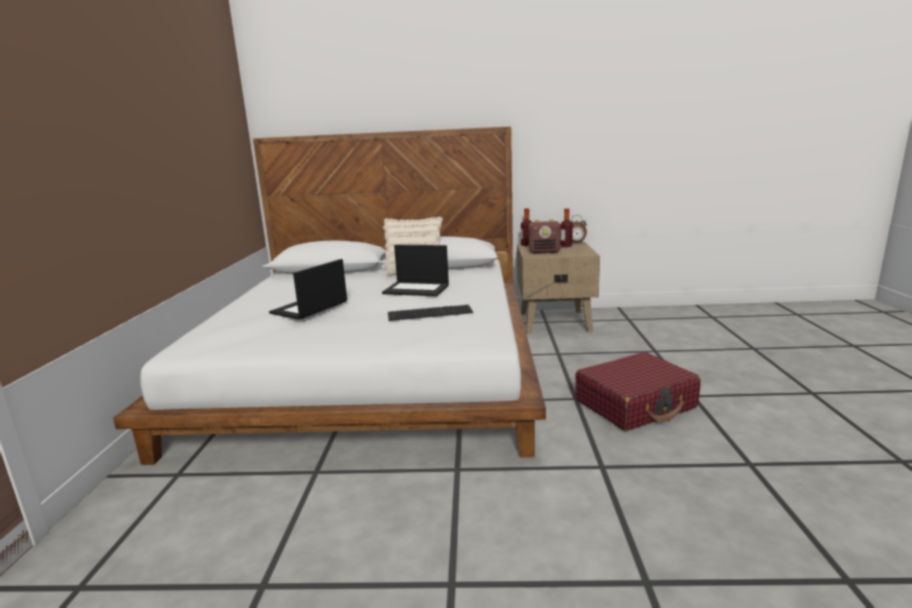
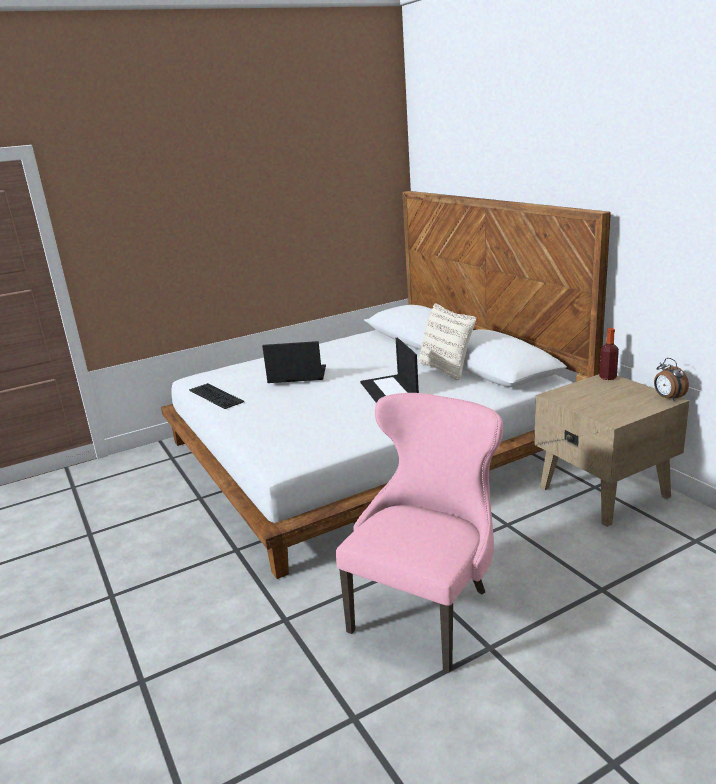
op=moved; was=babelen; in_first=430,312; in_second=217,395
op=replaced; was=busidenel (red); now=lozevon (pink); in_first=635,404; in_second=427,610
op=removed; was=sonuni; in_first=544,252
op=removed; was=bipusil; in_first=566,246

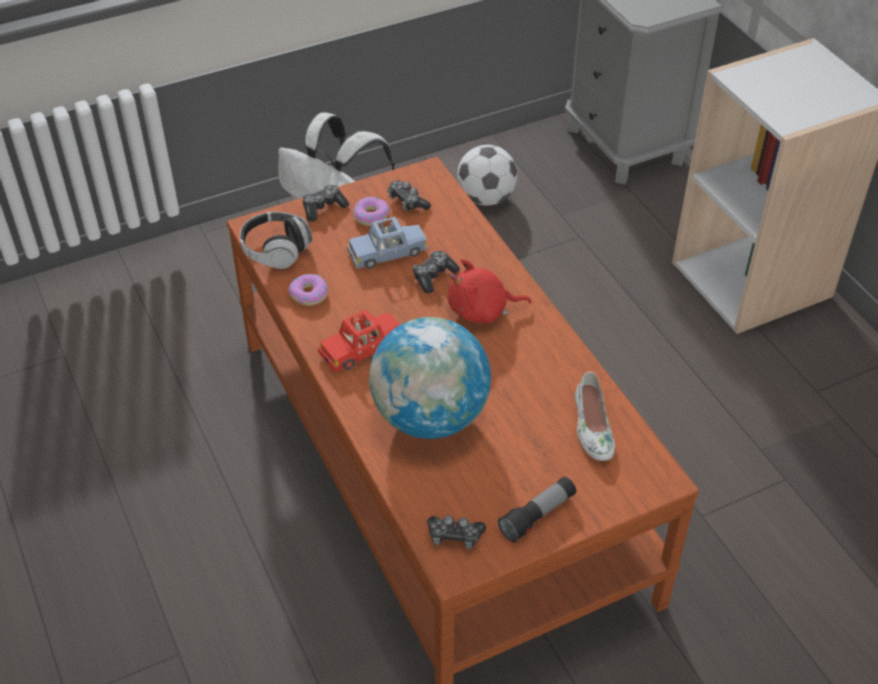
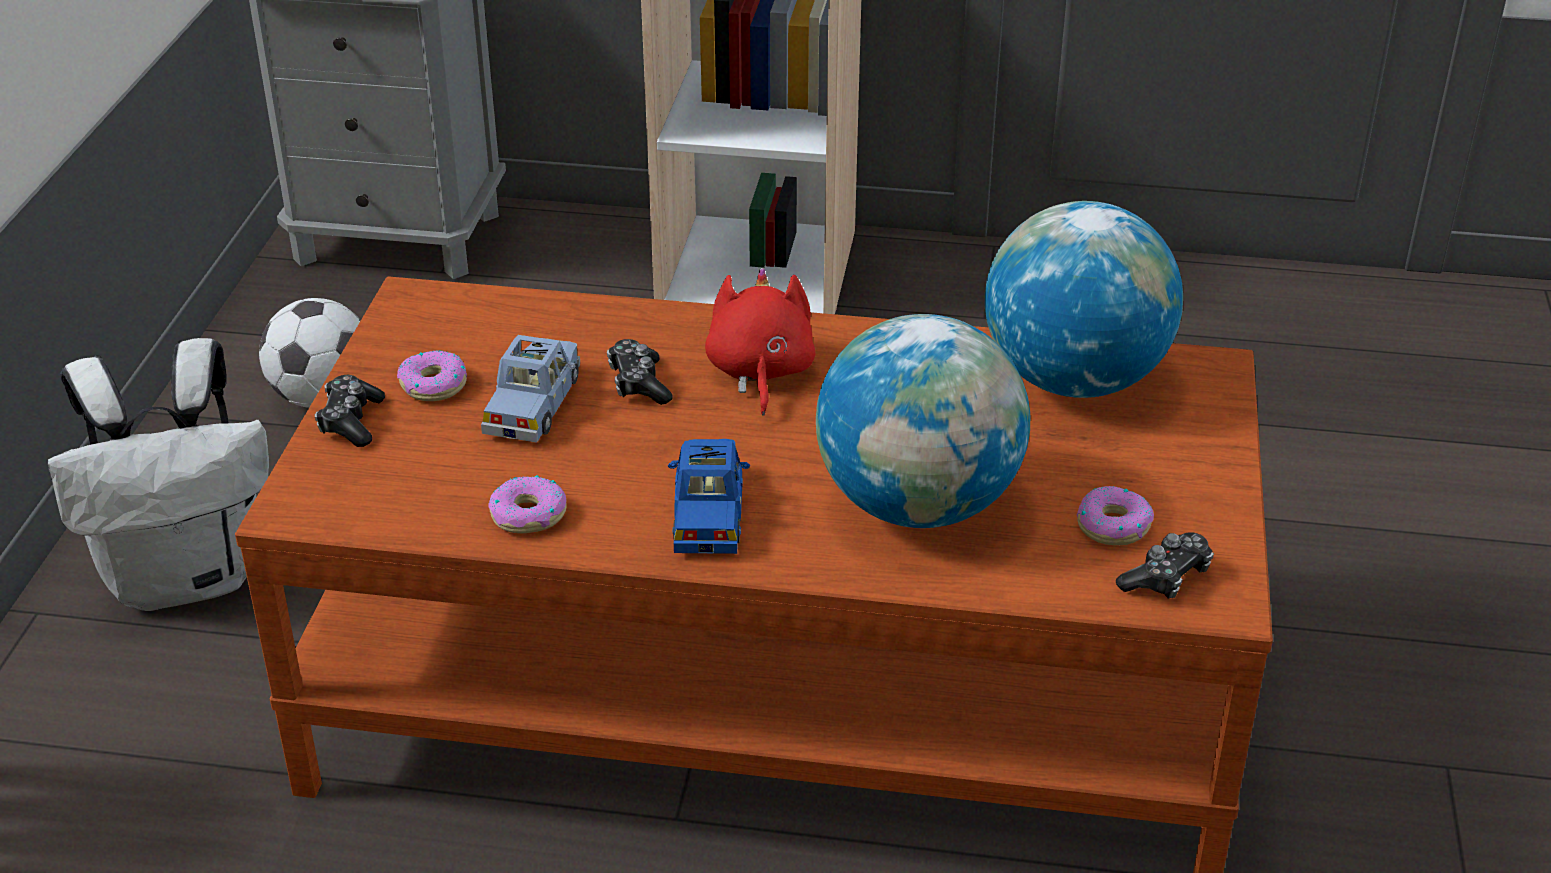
op=recoloured; was=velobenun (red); now=velobenun (blue); in_first=362,348; in_second=709,510
op=turned; was=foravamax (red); in_first=482,311; in_second=759,372; clockwise=150
op=replaced; was=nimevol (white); now=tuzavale; in_first=592,427; in_second=1074,379
op=added; now=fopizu; in_second=1112,525
op=removed; was=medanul; in_first=276,250
op=removed; was=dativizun; in_first=407,202
op=removed; was=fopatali; in_first=537,515

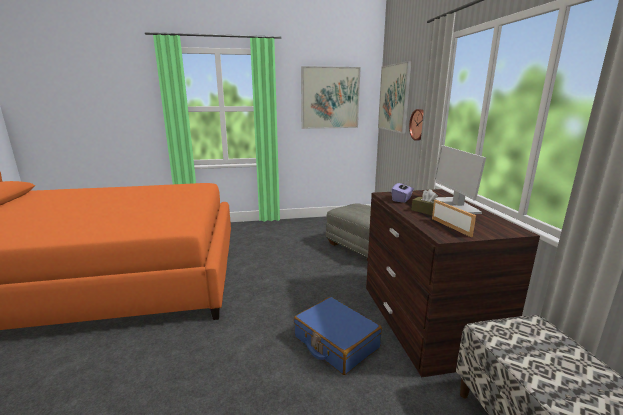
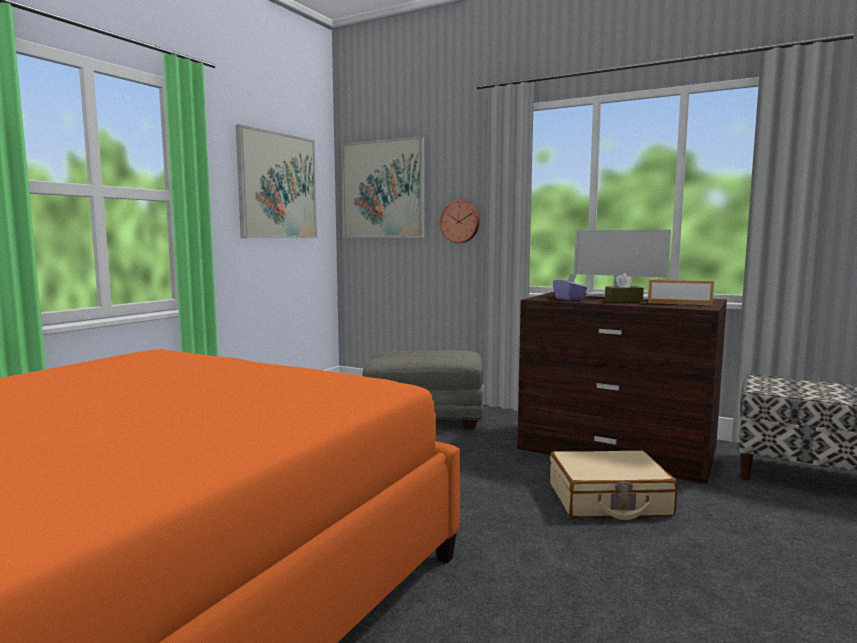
op=recoloured; was=busidenel (blue); now=busidenel (beige); in_first=335,342; in_second=608,500

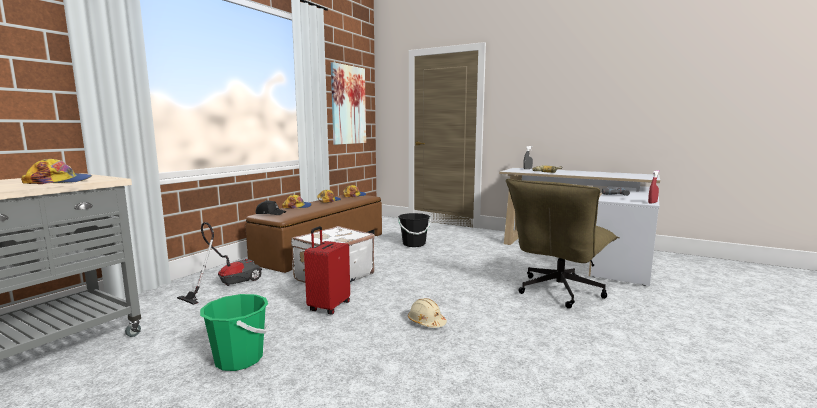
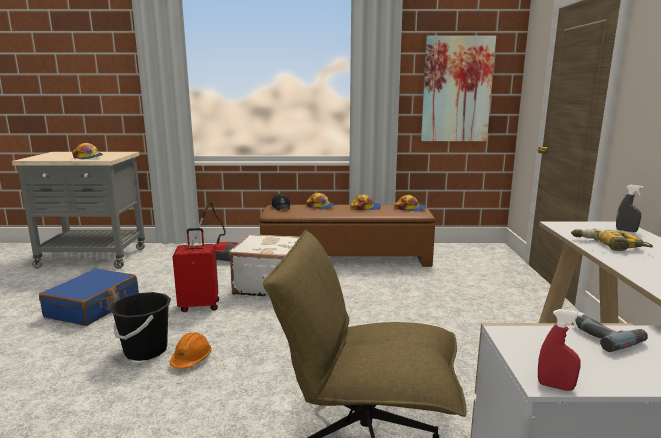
op=replaced; was=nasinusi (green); now=busidenel (blue); in_first=239,359; in_second=93,307
op=moved; was=nasinusi (black); in_first=414,244; in_second=146,350
op=recoloured; was=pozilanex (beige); now=pozilanex (orange); in_first=426,322; in_second=191,359

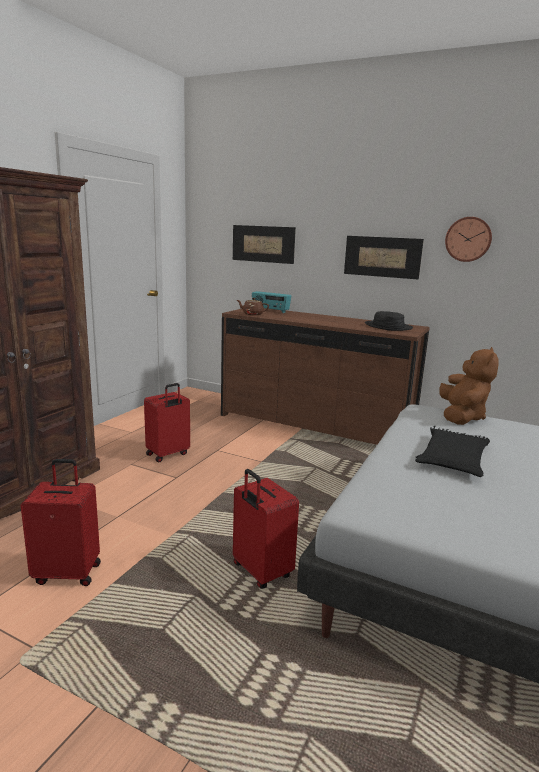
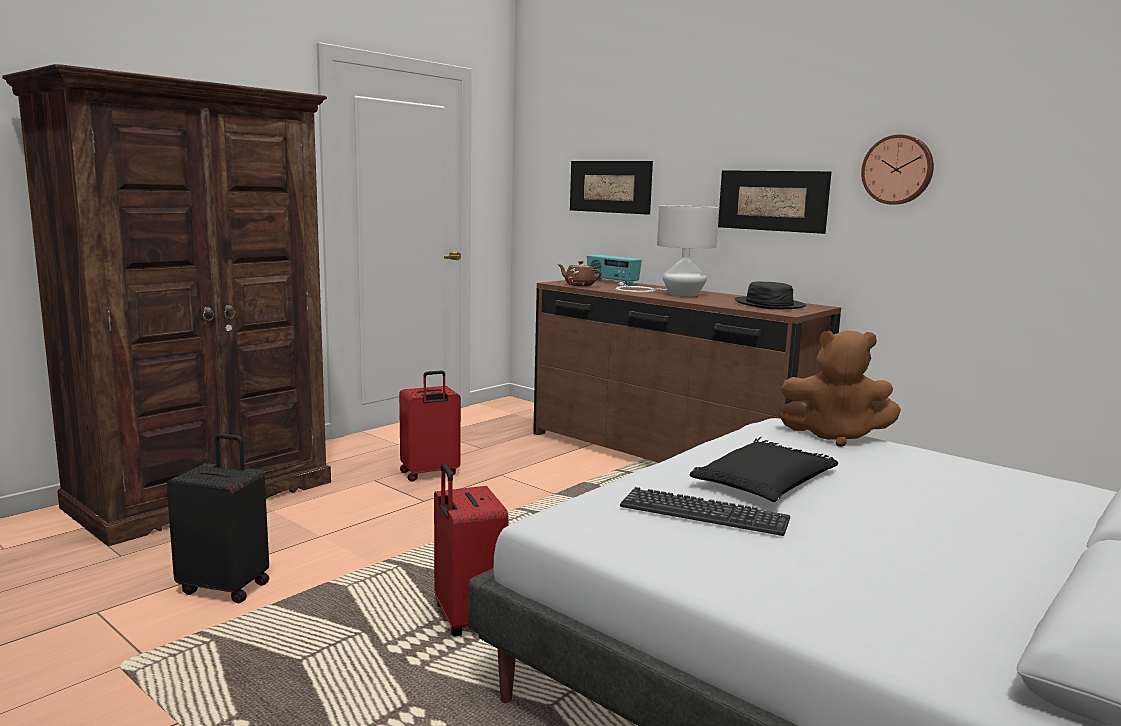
op=recoloured; was=busidenel (red); now=busidenel (black); in_first=68,573; in_second=226,587
op=added; now=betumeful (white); in_second=664,292
op=added; now=babelen; in_second=703,513
op=turned; was=foravamax (brown); in_first=461,417; in_second=835,436; clockwise=75

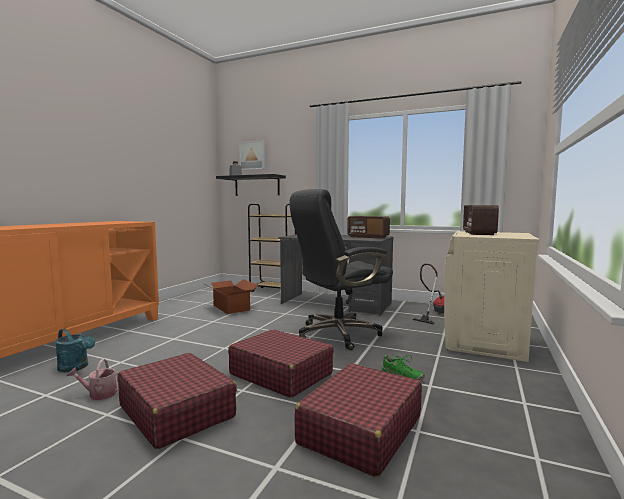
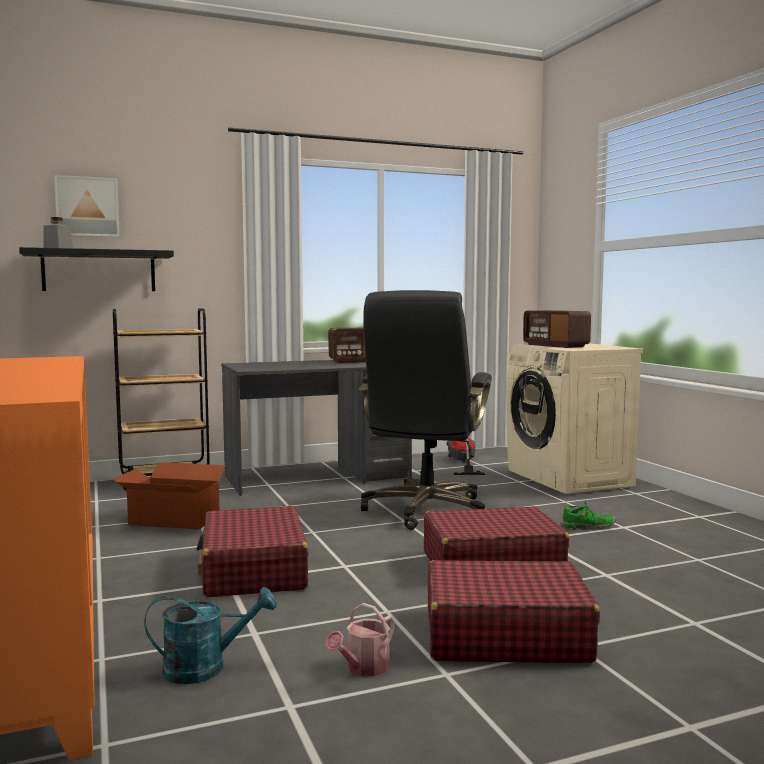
op=moved; was=busidenel (red); in_first=360,430; in_second=253,570

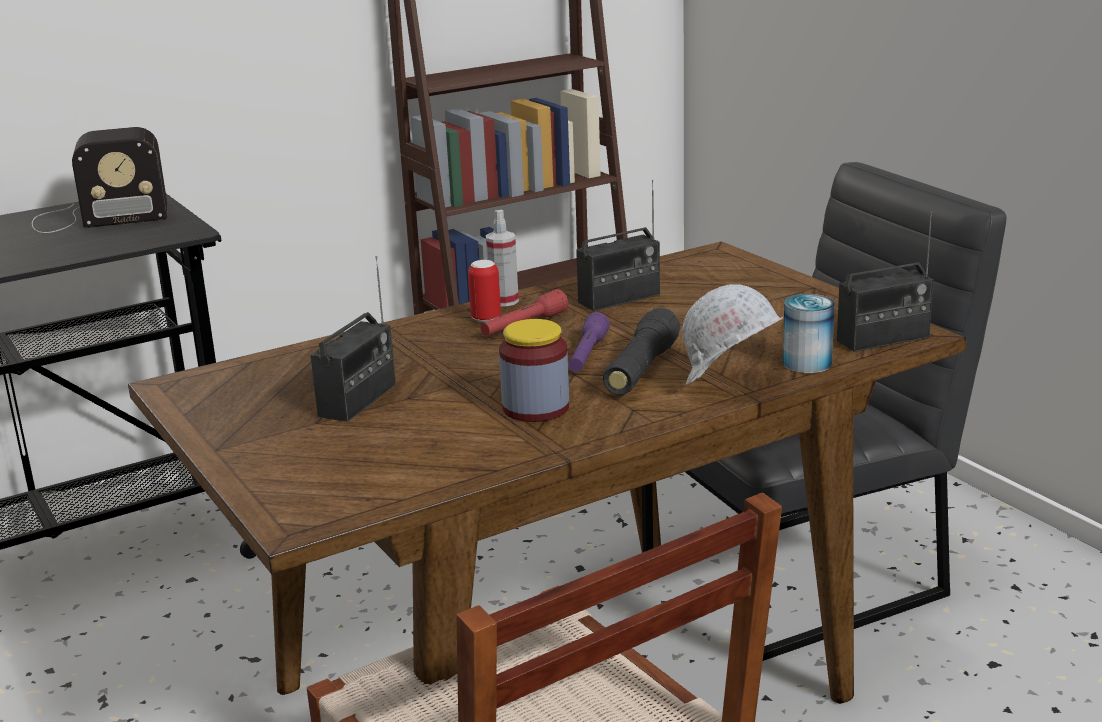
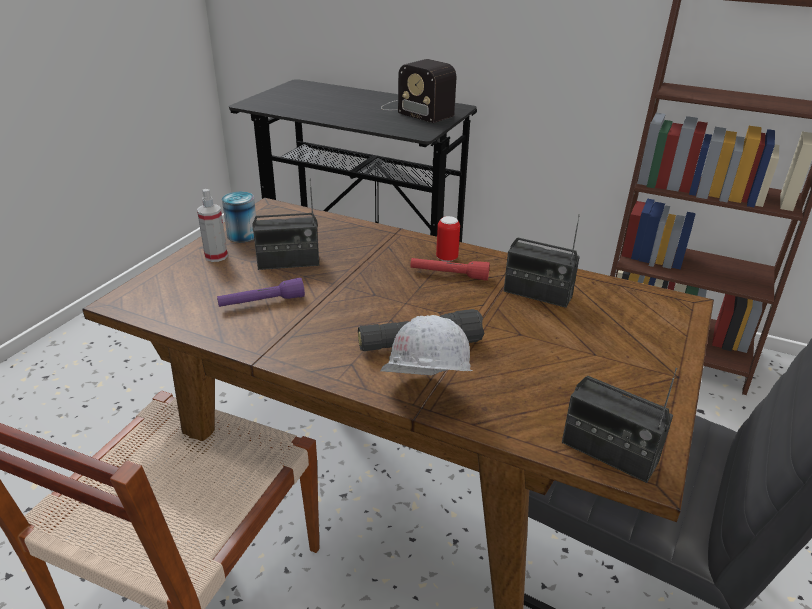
op=moved; was=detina; in_first=504,301; in_second=216,256
op=moved; was=fopatali (purple); in_first=587,356; in_second=262,302
op=moved; was=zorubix; in_first=807,363; in_second=242,235
op=removed; was=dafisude; in_first=535,408

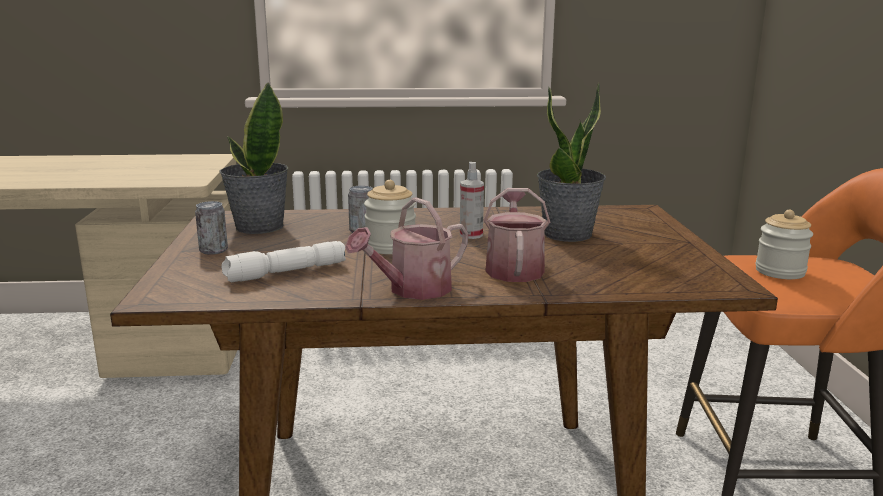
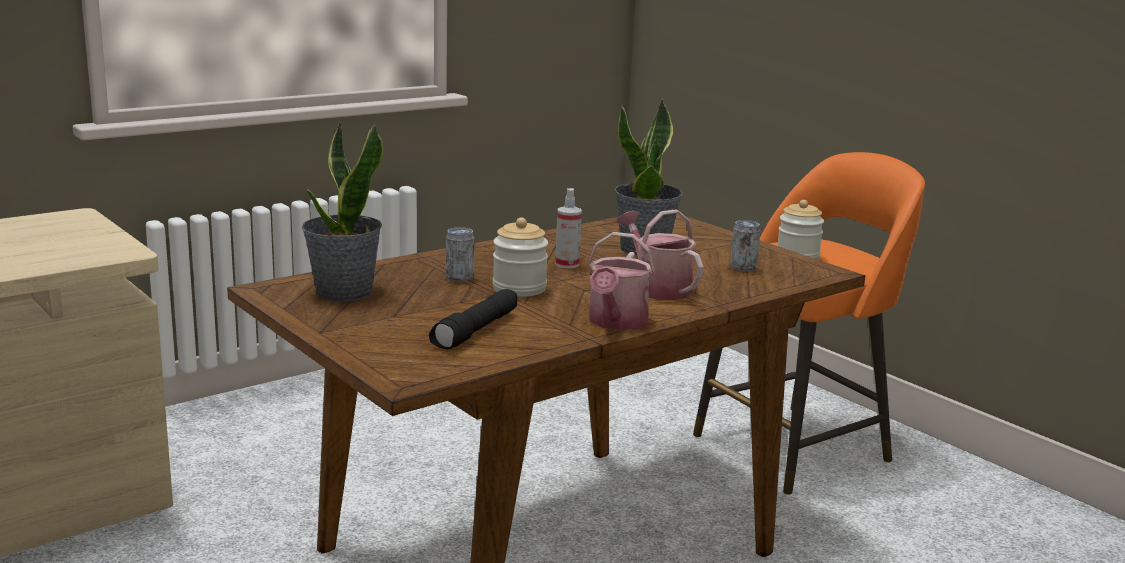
op=recoloured; was=fopatali (white); now=fopatali (black); in_first=285,273; in_second=476,331
op=moved; was=zorubix; in_first=213,250; in_second=743,267

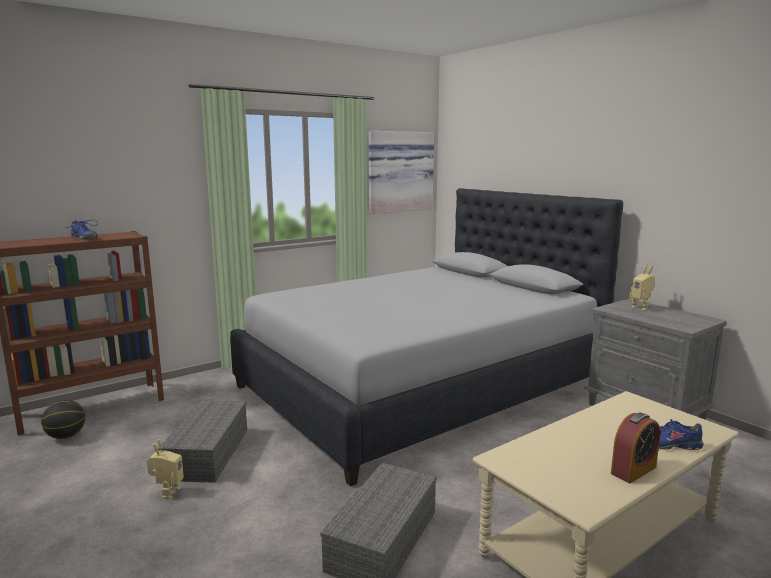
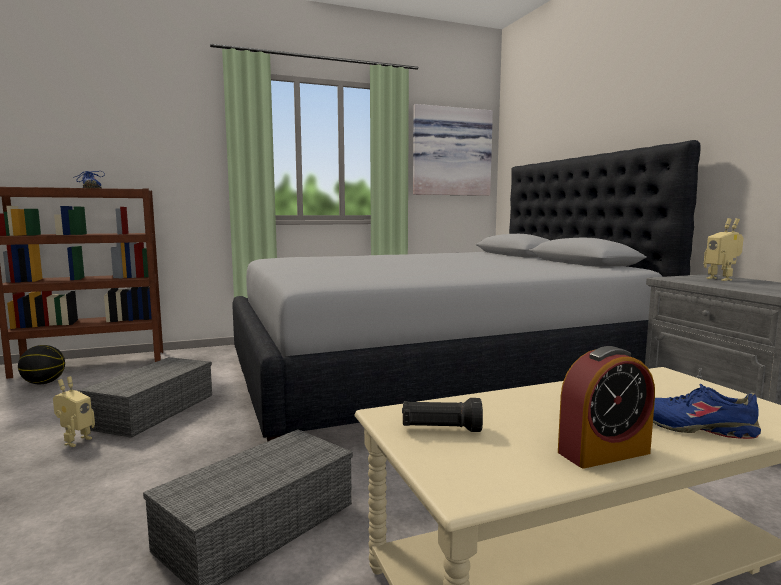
op=added; now=fopatali (black); in_second=440,429

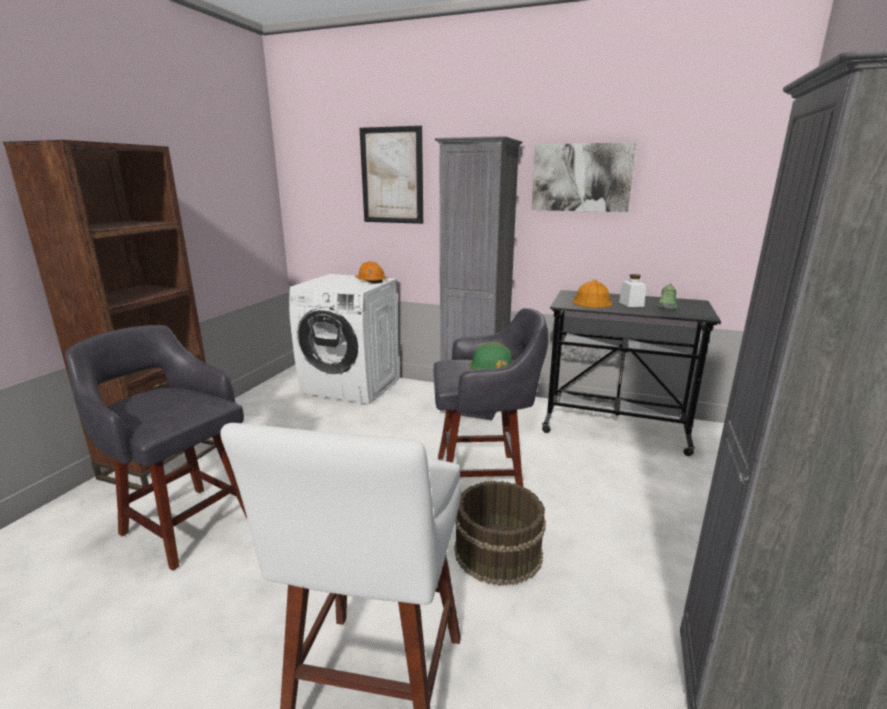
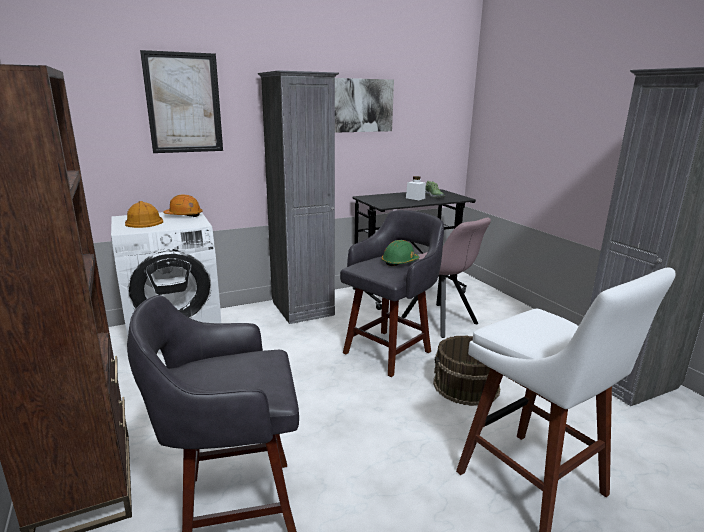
op=moved; was=pozilanex (orange); in_first=591,302; in_second=143,222
op=added; now=lozevon (pink); in_second=440,320

